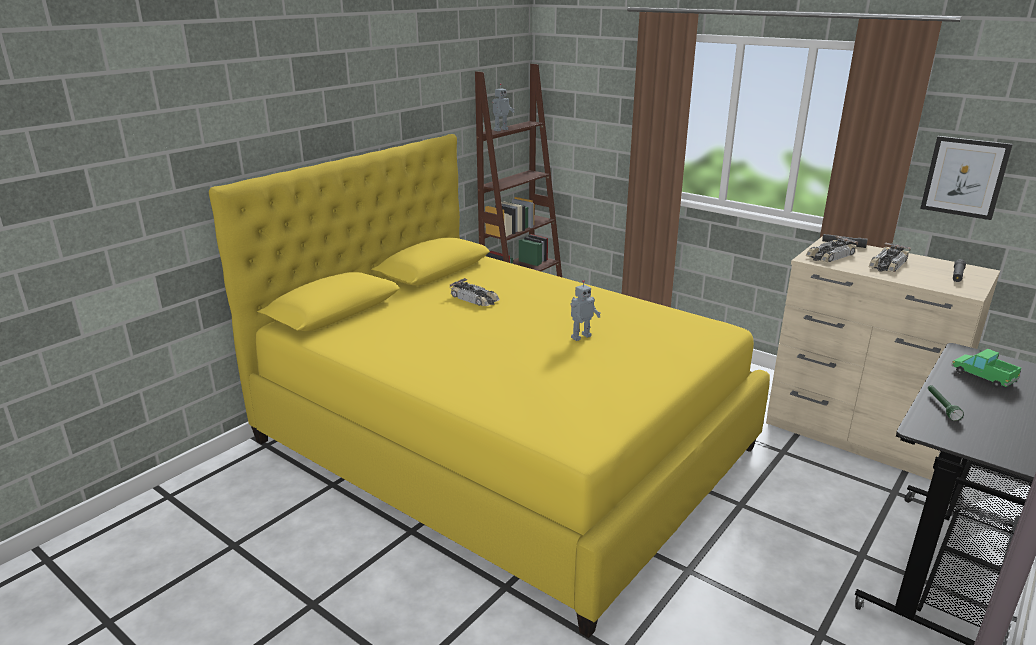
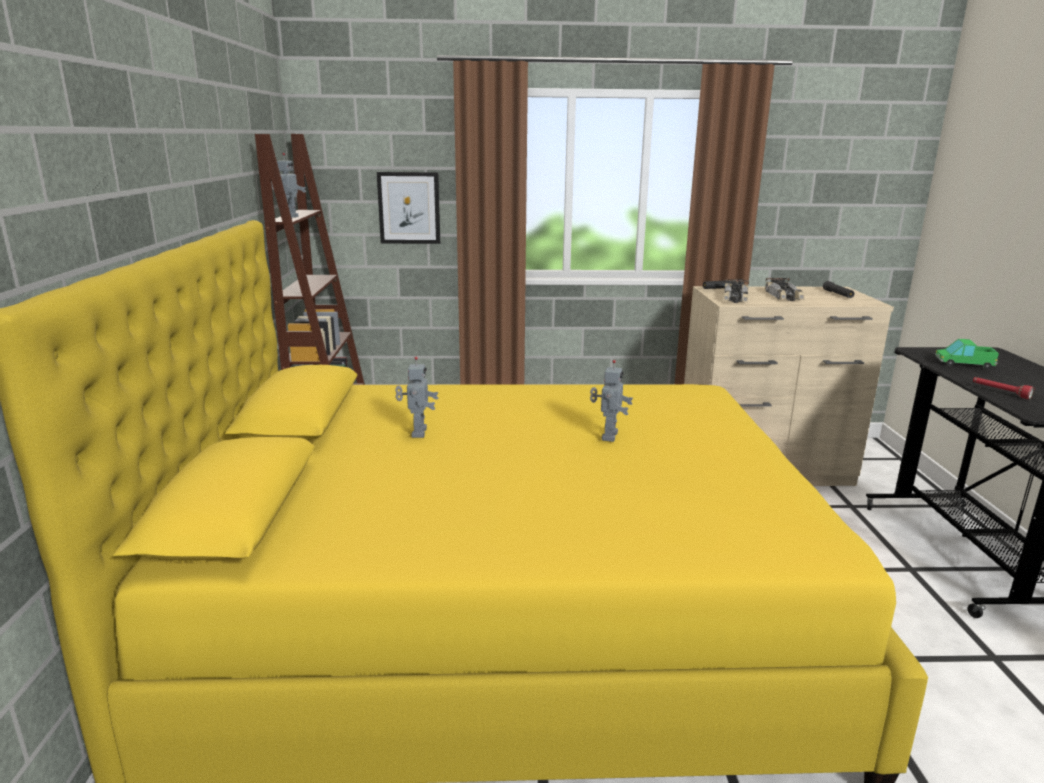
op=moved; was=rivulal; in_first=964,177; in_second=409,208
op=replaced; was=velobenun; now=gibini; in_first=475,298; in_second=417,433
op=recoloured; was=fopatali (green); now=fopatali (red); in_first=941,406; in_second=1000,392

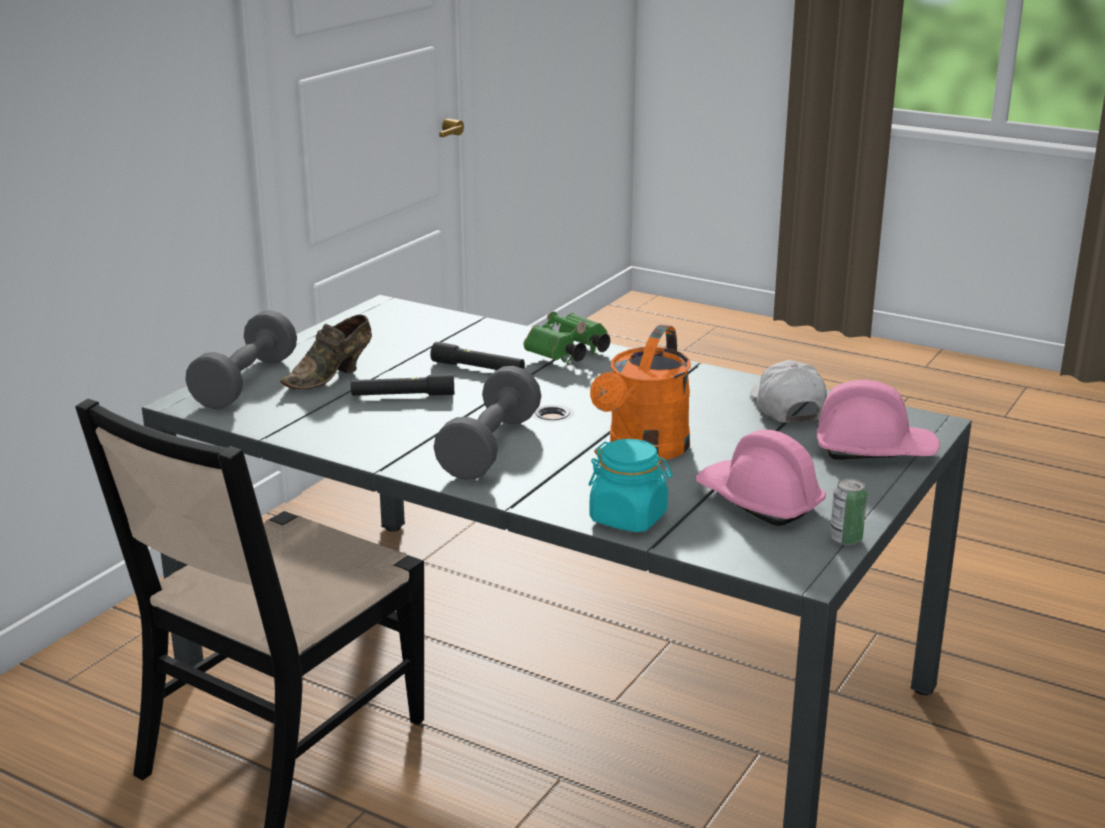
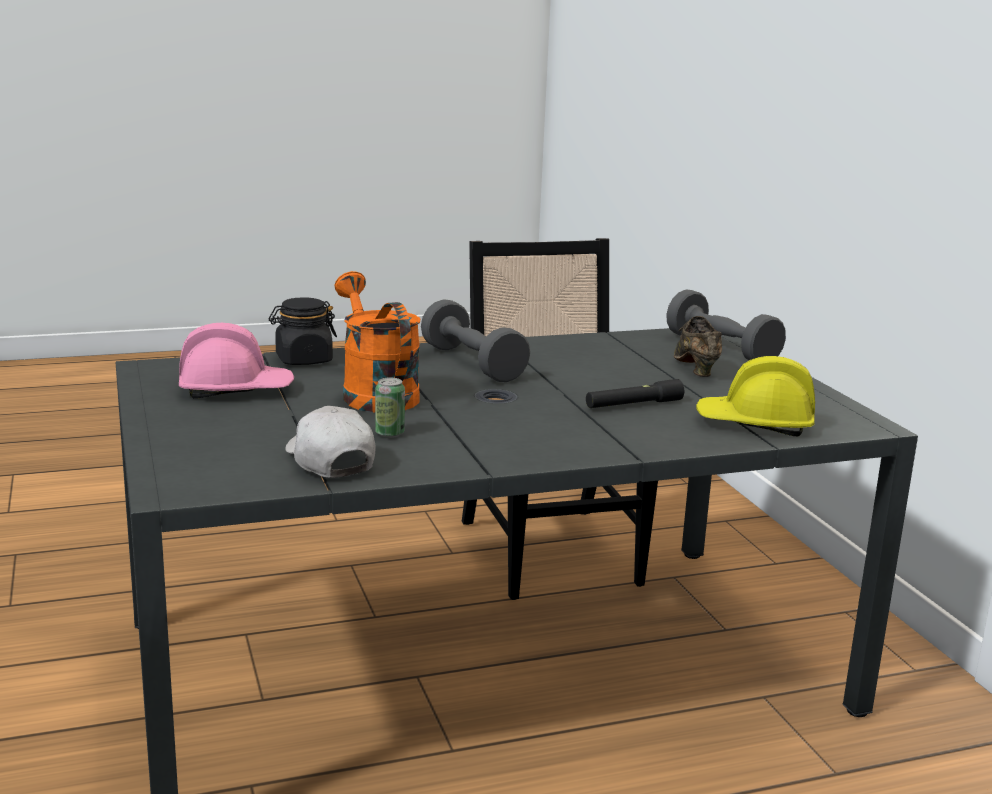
op=recoloured; was=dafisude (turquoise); now=dafisude (black); in_first=629,518; in_second=303,360
op=turned; was=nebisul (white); in_first=787,407; in_second=330,460; clockwise=-150
op=moved; was=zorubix; in_first=845,539; in_second=389,433
op=added; now=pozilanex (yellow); in_second=755,424
op=removed; was=fopatali (black); in_first=403,395
op=removed; was=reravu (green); in_first=567,355
op=removed; was=pozilanex (pink); in_first=874,451

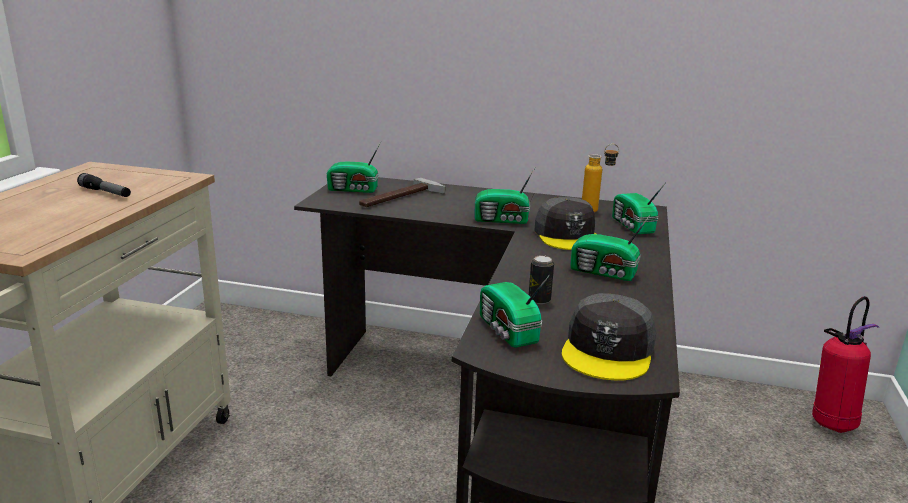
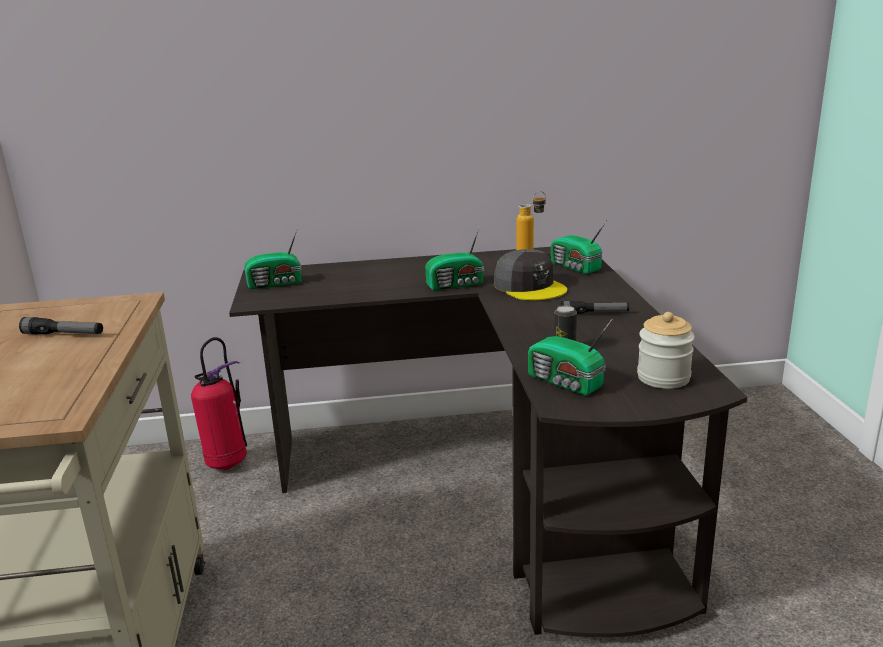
op=moved; was=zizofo; in_first=831,423; in_second=227,462
op=replaced; was=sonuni; now=fopatali; in_first=604,273; in_second=594,313
op=replaced; was=nebisul (grey); now=dafisude; in_first=608,350; in_second=663,378
op=removed; was=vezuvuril; in_first=401,198

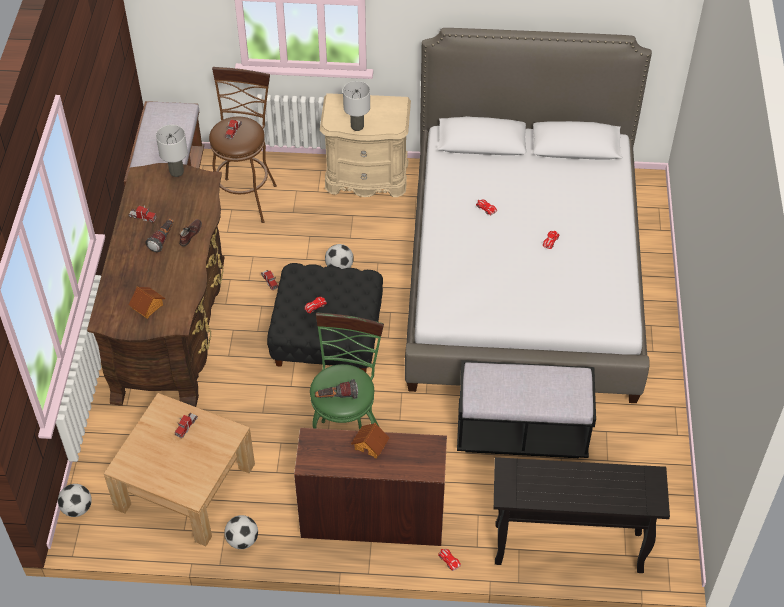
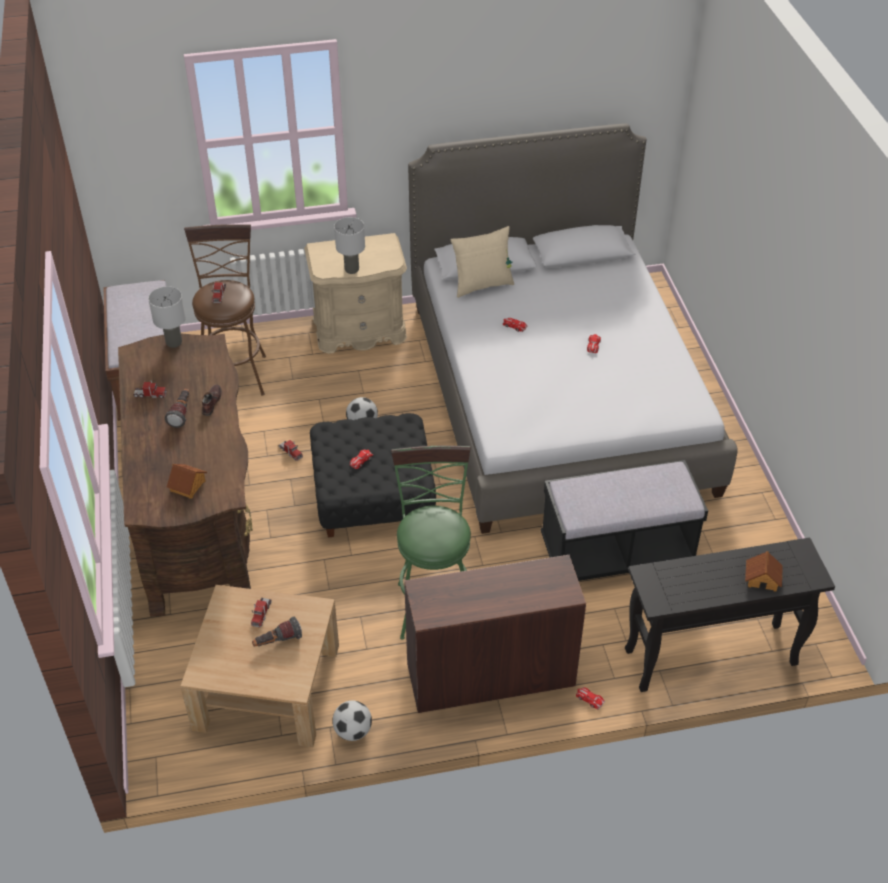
op=moved; was=fopatali; in_first=336,397; in_second=277,641
op=added; now=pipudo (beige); in_second=482,286
op=moved; was=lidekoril; in_first=370,445; in_second=762,578
op=removed; was=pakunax; in_first=77,508

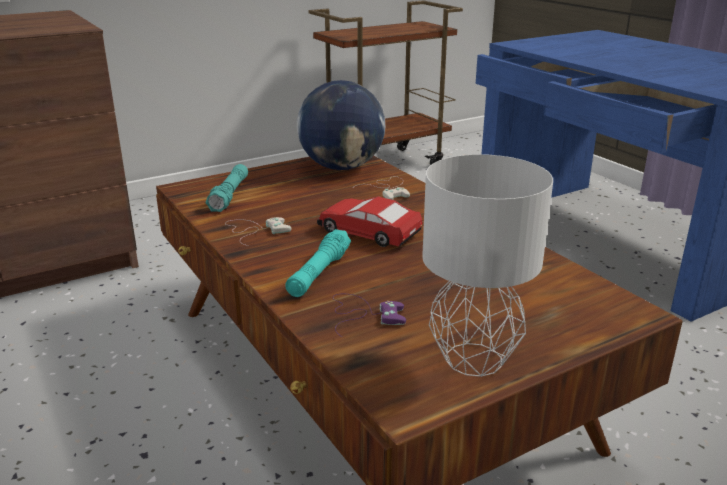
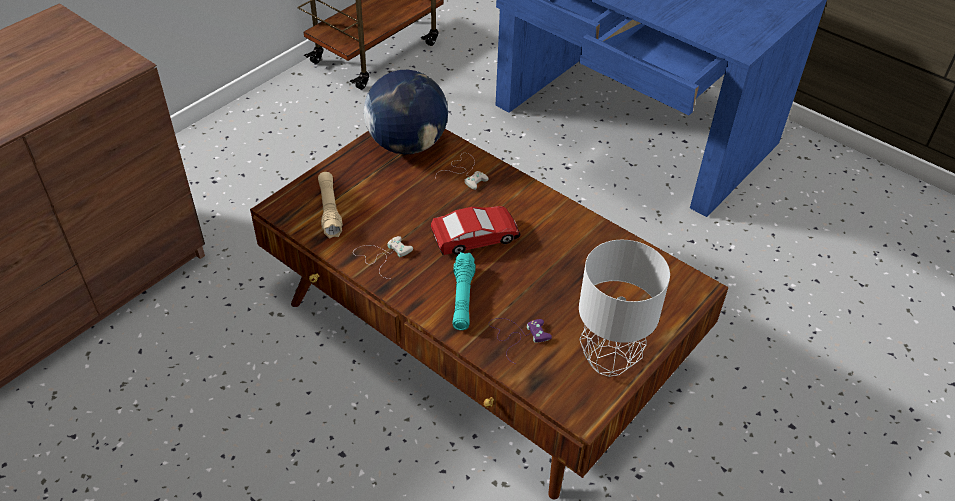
op=recoloured; was=fopatali (turquoise); now=fopatali (beige); in_first=229,195; in_second=329,210
op=turned; was=velobenun; in_first=368,232; in_second=475,237; clockwise=150

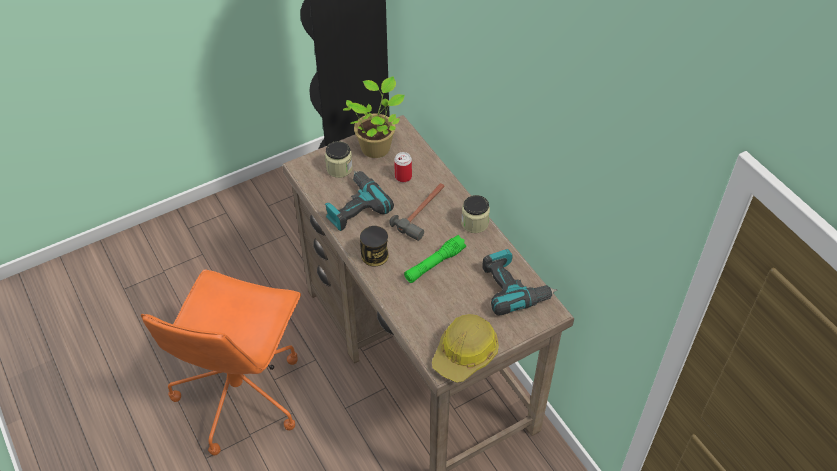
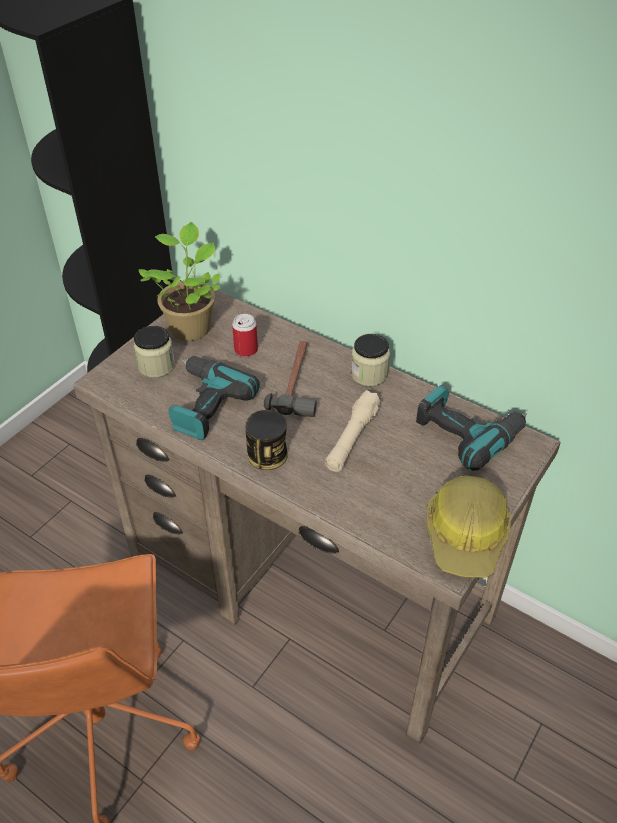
op=recoloured; was=fopatali (green); now=fopatali (beige); in_first=434,264; in_second=352,438

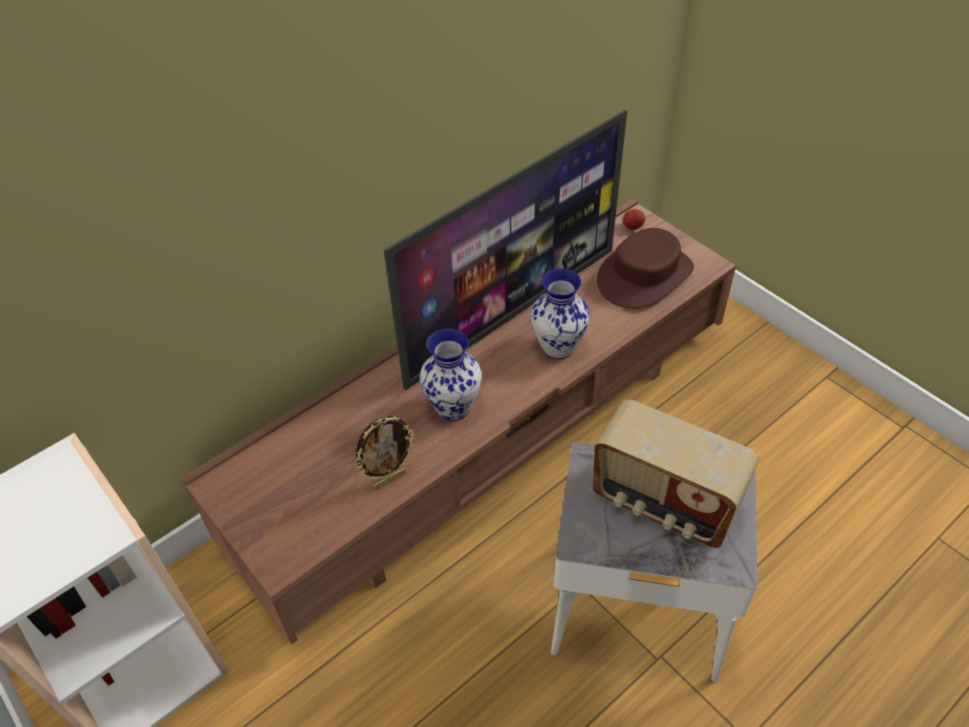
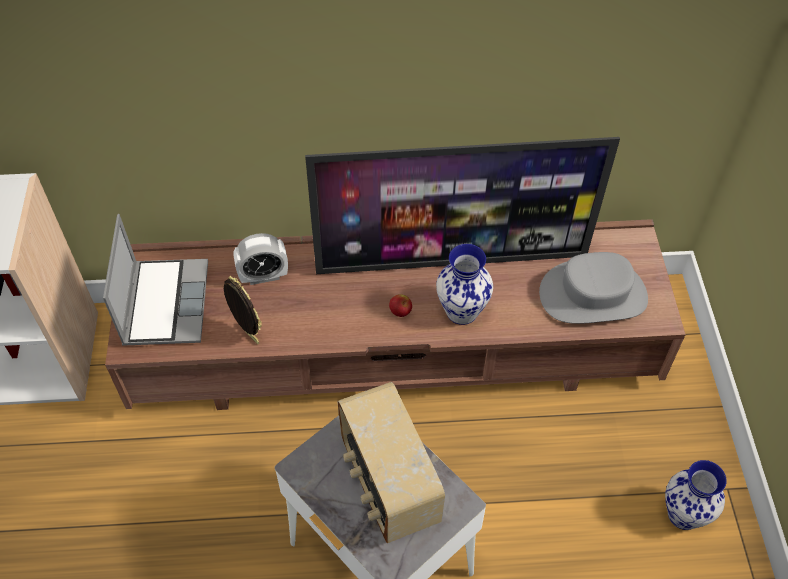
op=added; now=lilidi; in_second=165,302
op=turned; was=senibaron; in_first=390,479; in_second=247,334; clockwise=-135
op=added; now=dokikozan; in_second=264,276
op=moved; was=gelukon; in_first=632,227; in_second=400,312
op=recoloured; was=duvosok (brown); now=duvosok (grey); in_first=644,275; in_second=593,294
op=moved; was=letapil; in_first=454,408; in_second=684,515

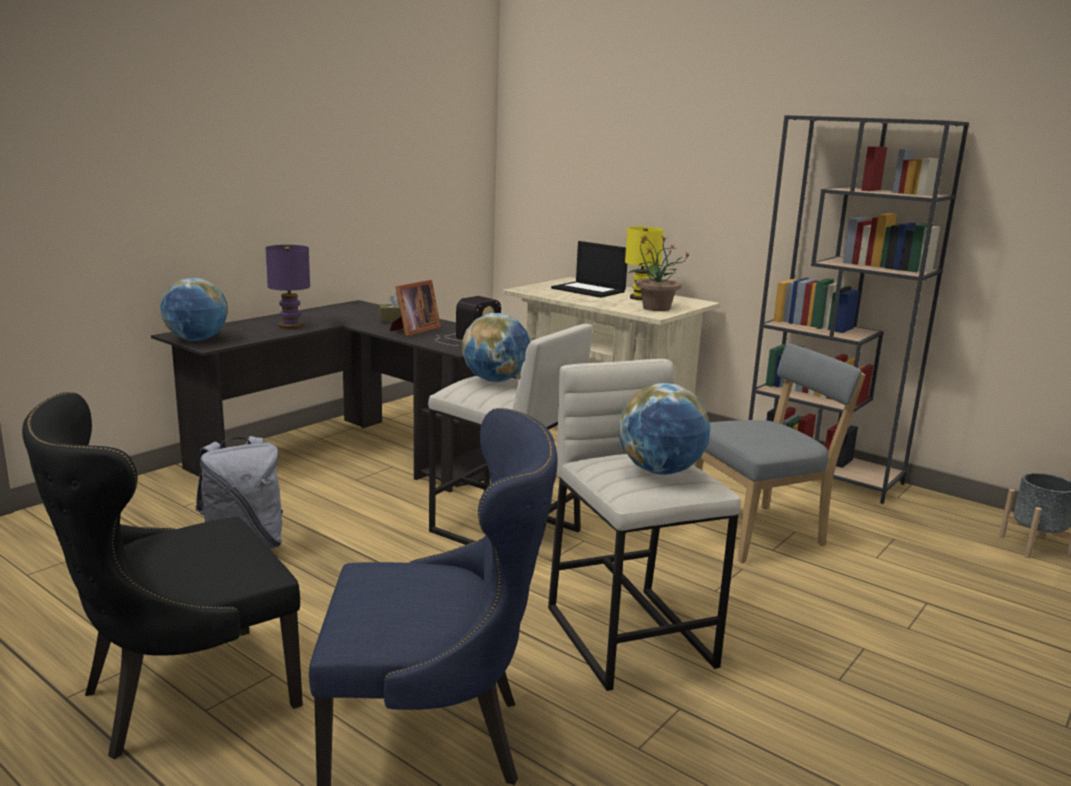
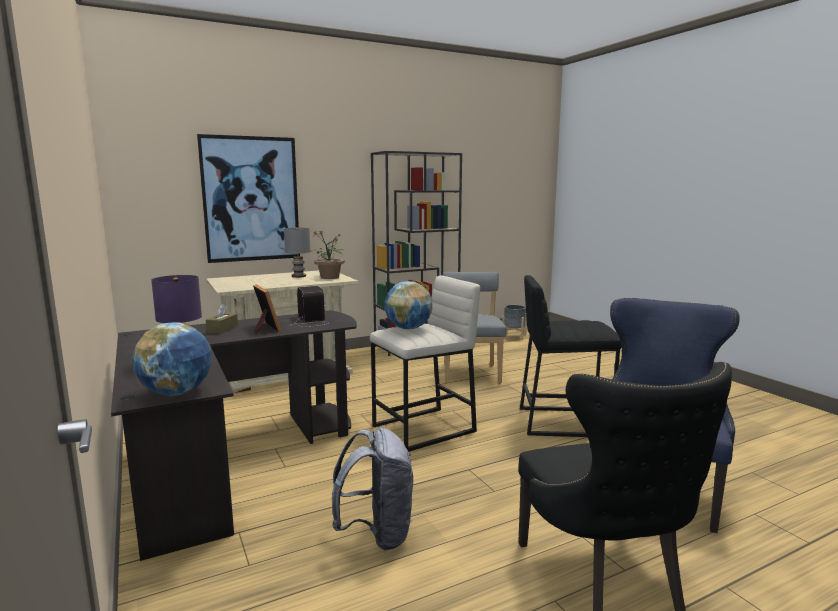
op=added; now=rivulal; in_second=251,199
op=recoloured; was=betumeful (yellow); now=betumeful (grey); in_first=640,298; in_second=298,276
op=recoloured; was=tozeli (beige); now=tozeli (black); in_first=629,636; in_second=563,422
op=removed; was=lilidi; in_first=589,290
op=removed; was=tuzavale; in_first=660,471

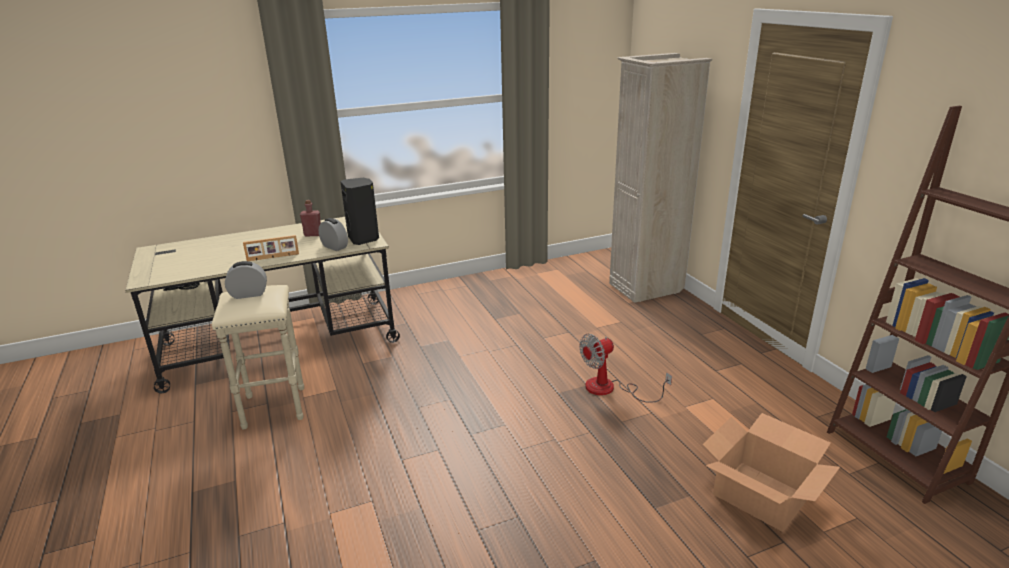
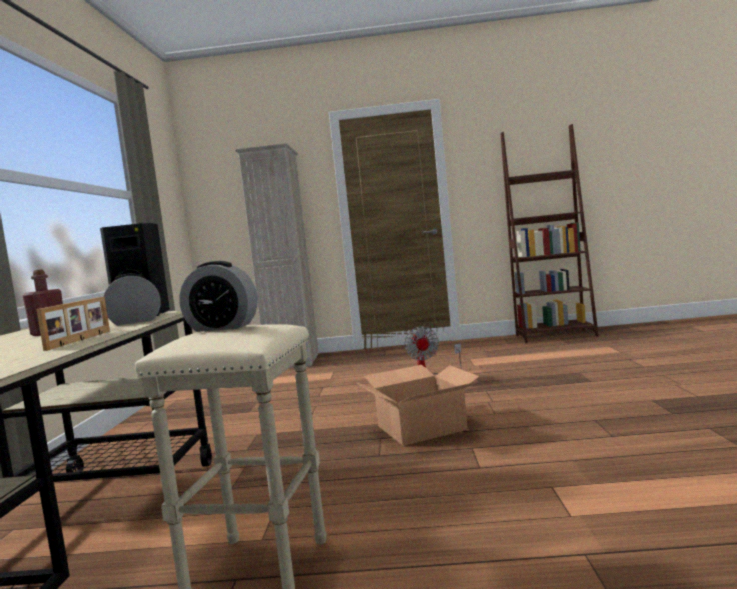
op=turned; was=dokikozan; in_first=249,294; in_second=222,327; clockwise=-90
op=moved; was=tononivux; in_first=761,494; in_second=420,428

